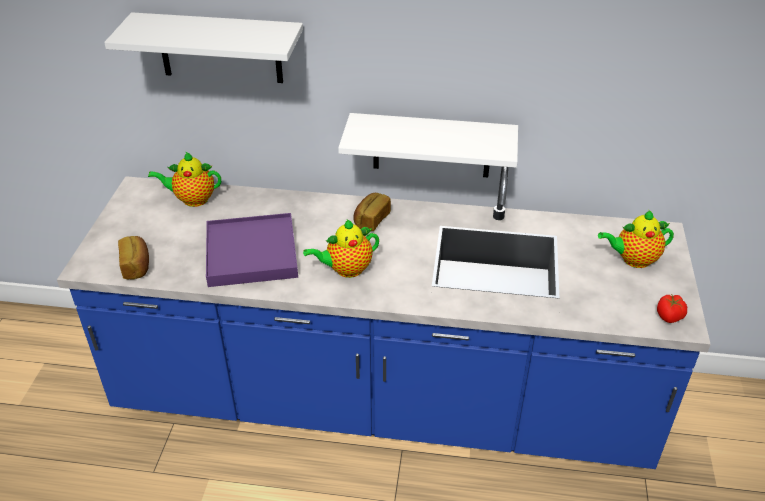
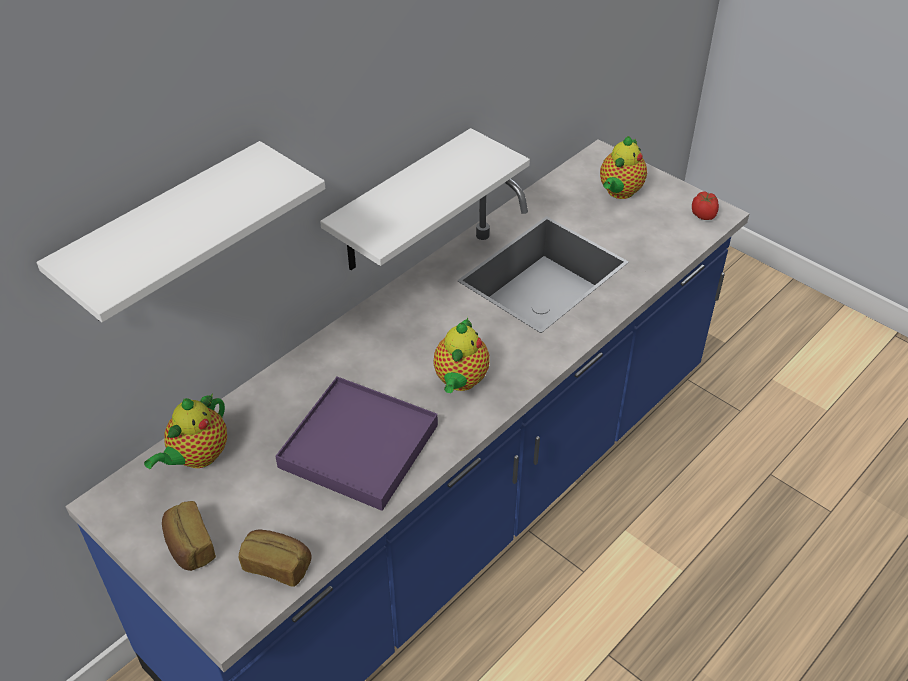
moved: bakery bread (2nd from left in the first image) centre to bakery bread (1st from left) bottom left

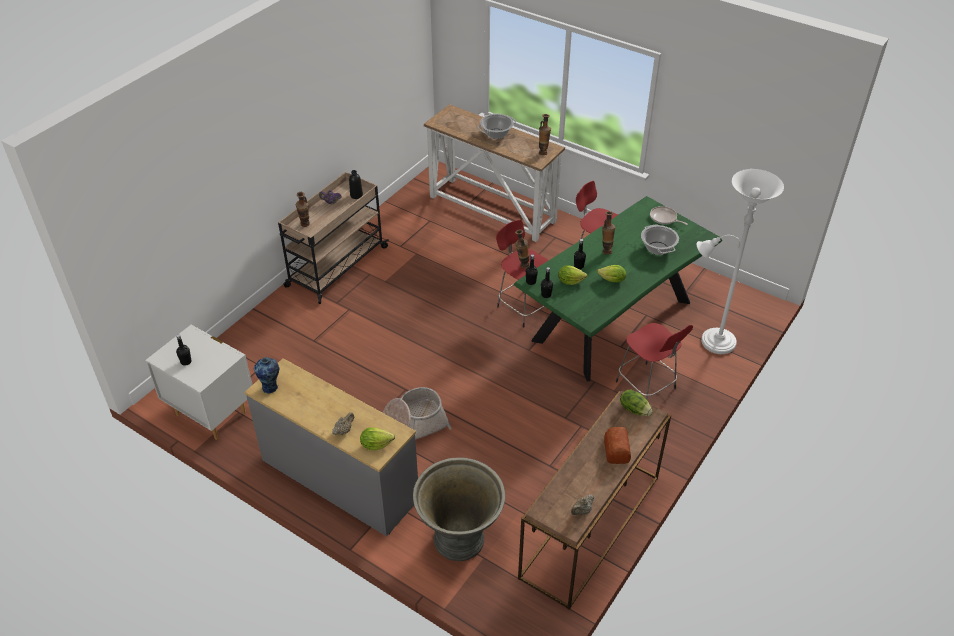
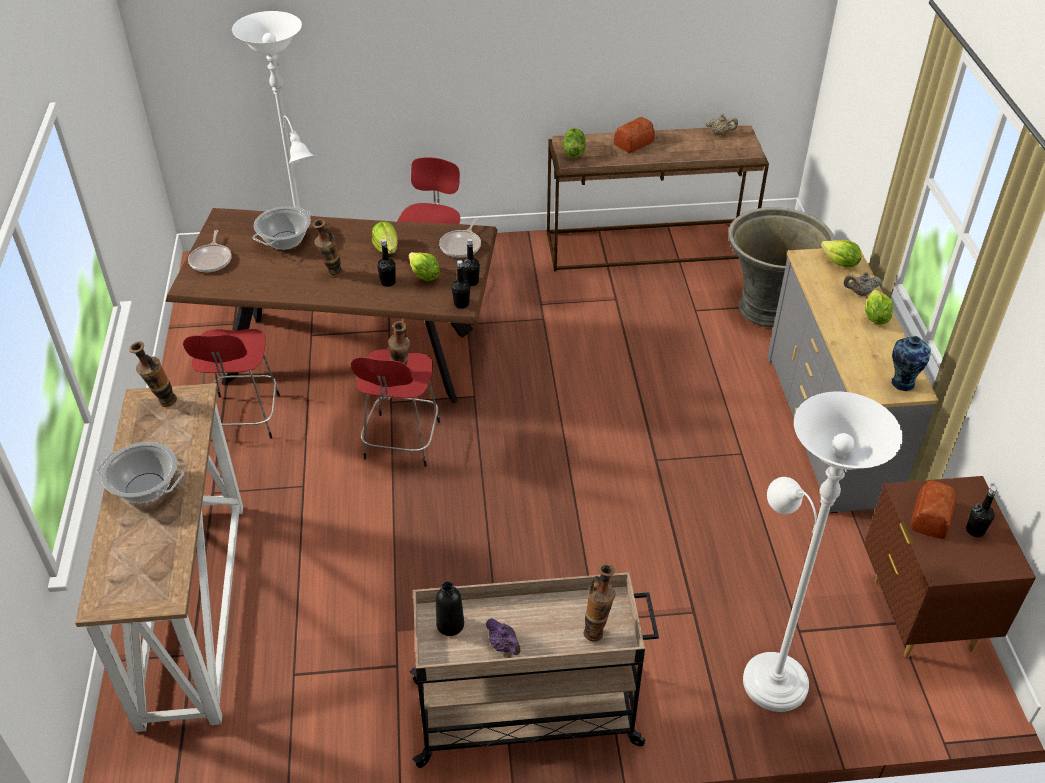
removed: storage basket centre
added: skillet (2nd from left) top centre; whitish standard lamp (2nd from left) bottom right; lettuce (5th from left) middle right; bakery bread (2nd from left) middle right
recoloured: green dining table centre to brown dining table middle left; whitish bedside table middle left to brown bedside table bottom right

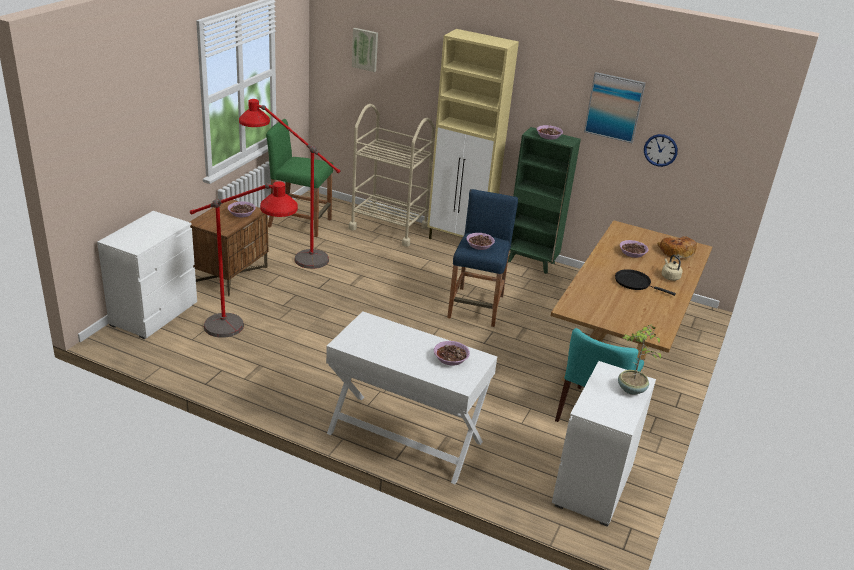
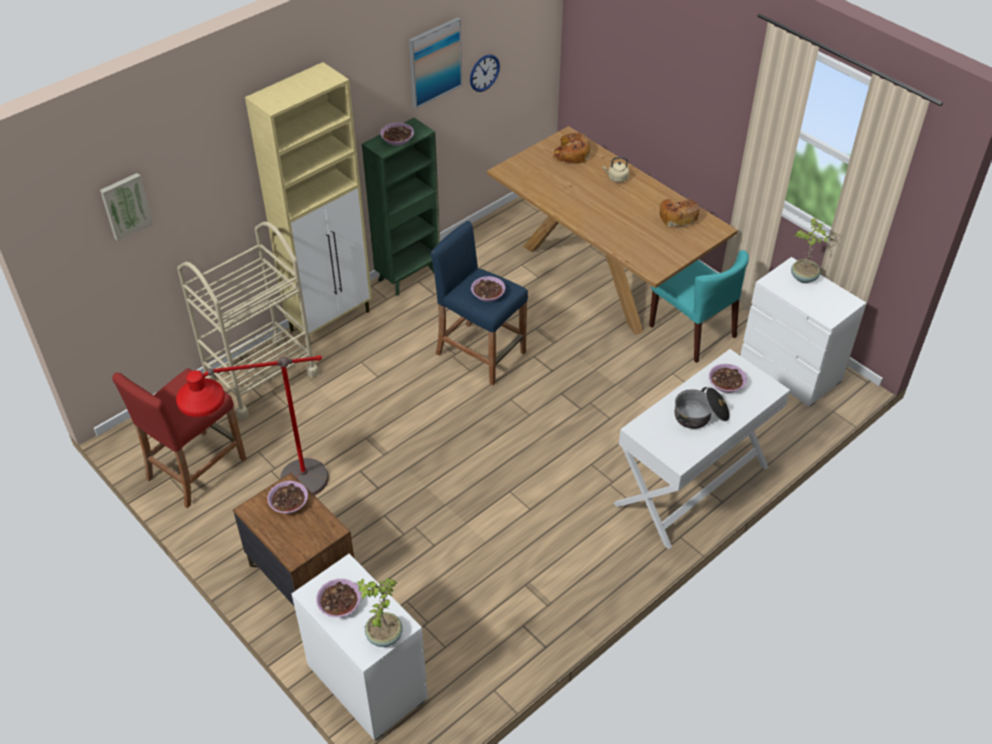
removed: red standard lamp (1st from left) middle left; black skillet middle right
added: plant in a pot (1st from left) bottom centre; bakery bread (2nd from left) top right; saucepot middle right
moved: serving bowl (5th from left in the first image) middle right to serving bowl (2nd from left) bottom centre
recoloured: green sitting stool top centre to red sitting stool middle left

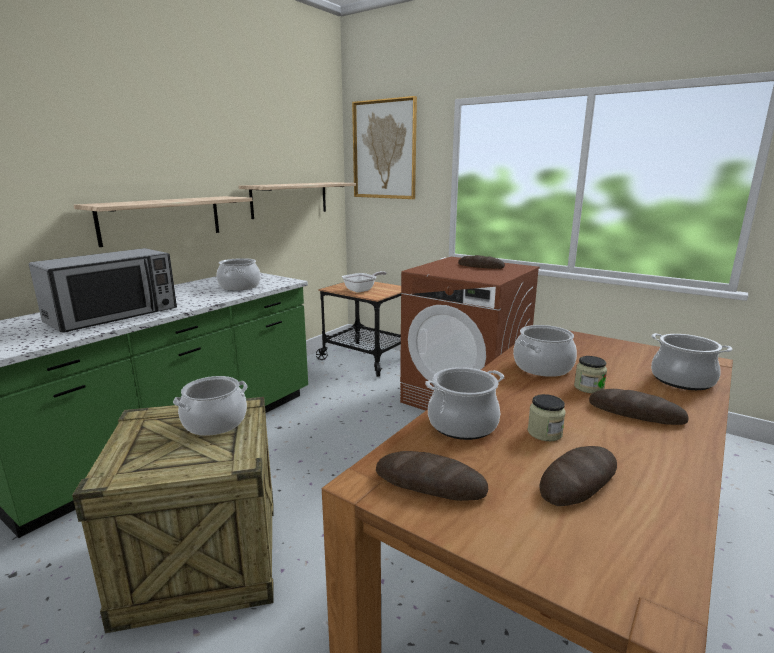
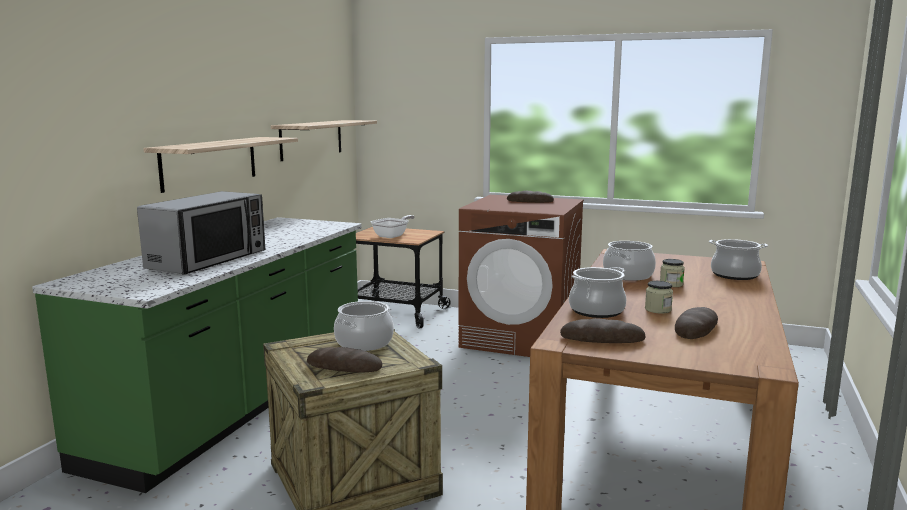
removed: saucepot (2nd from left) middle left; wall picture top centre
moved: bakery bread (4th from left in the first image) middle right to bakery bread (1st from left) bottom centre

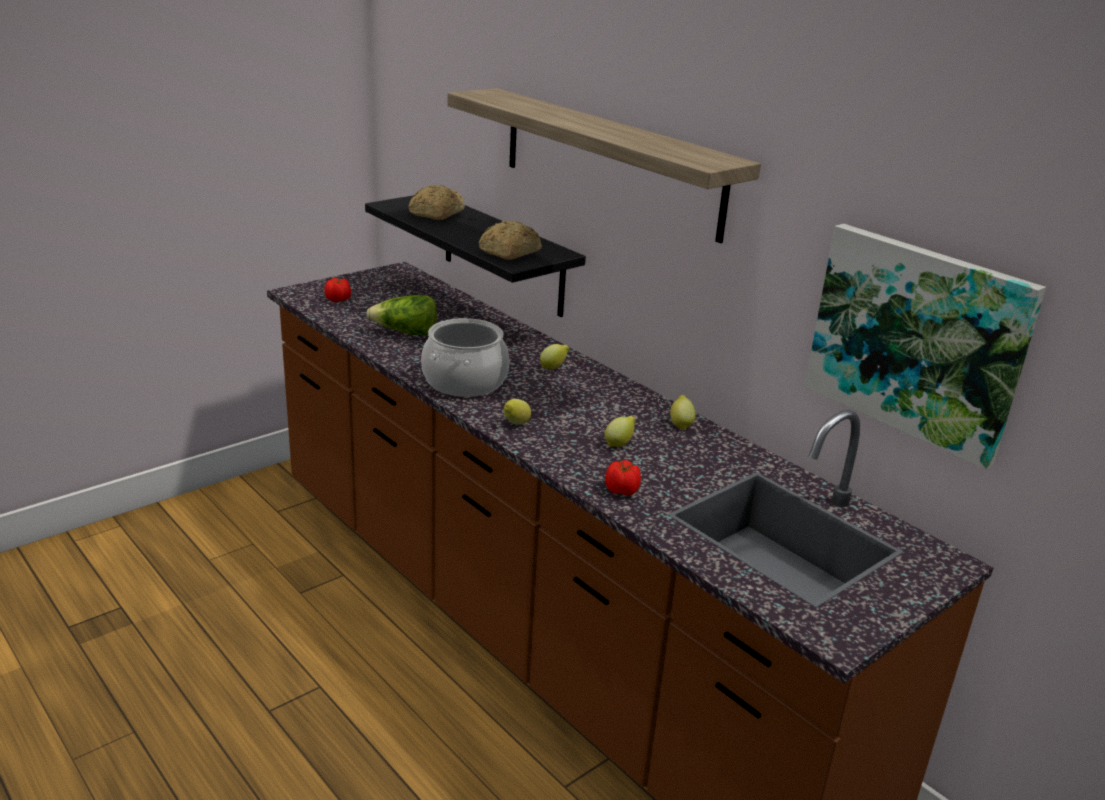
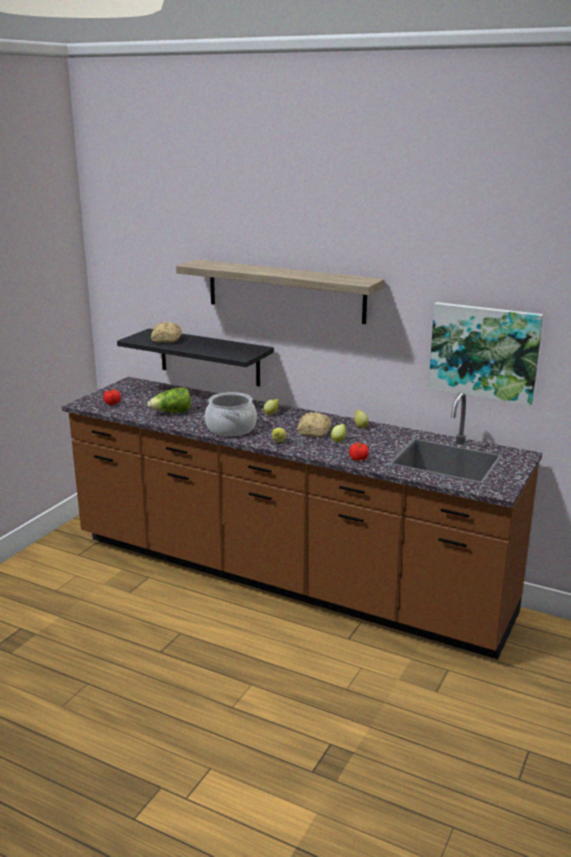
moved: bakery bread (2nd from left) top centre to centre

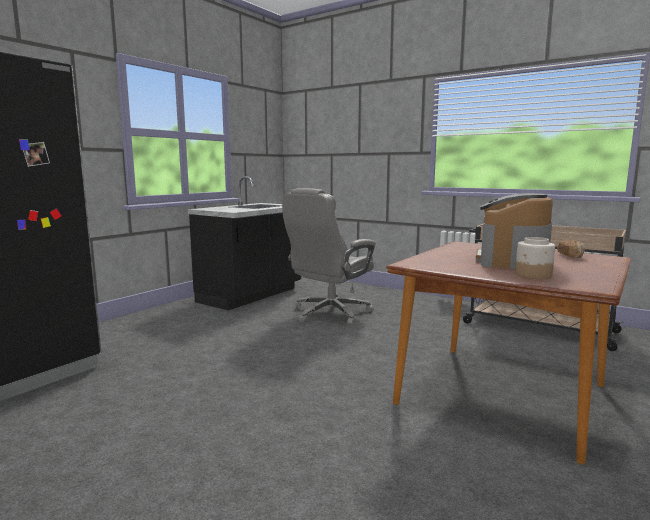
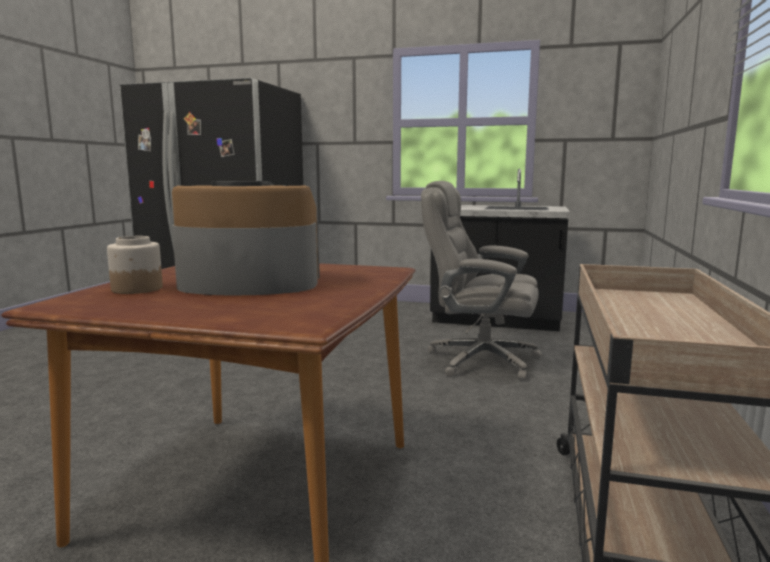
removed: bakery bread middle right

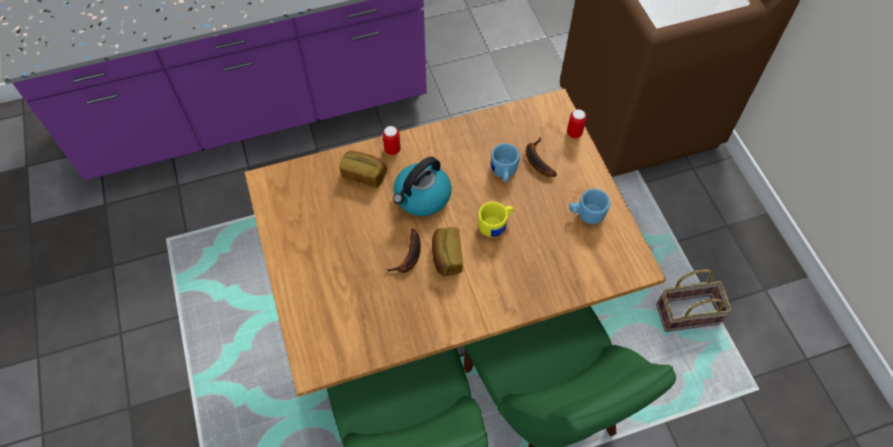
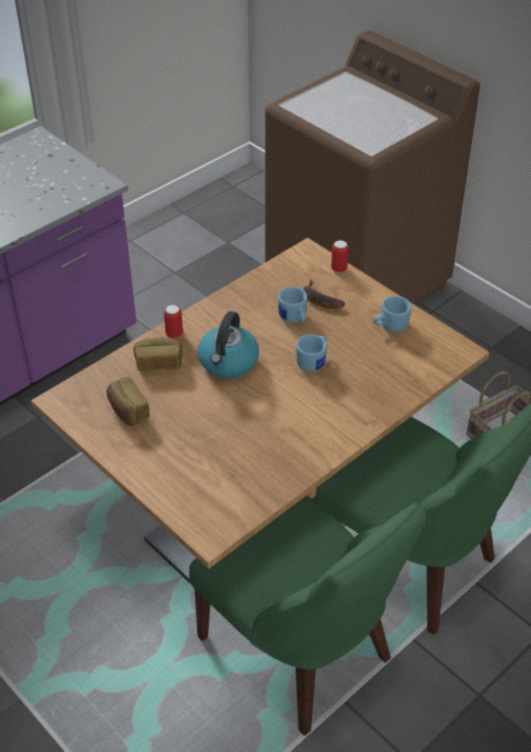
removed: banana fruit (1st from left) centre
moved: bakery bread (2nd from left in the first image) centre to bakery bread (1st from left) middle left
recoloured: yellow tea mug centre to bluish tea mug (2nd from left) centre

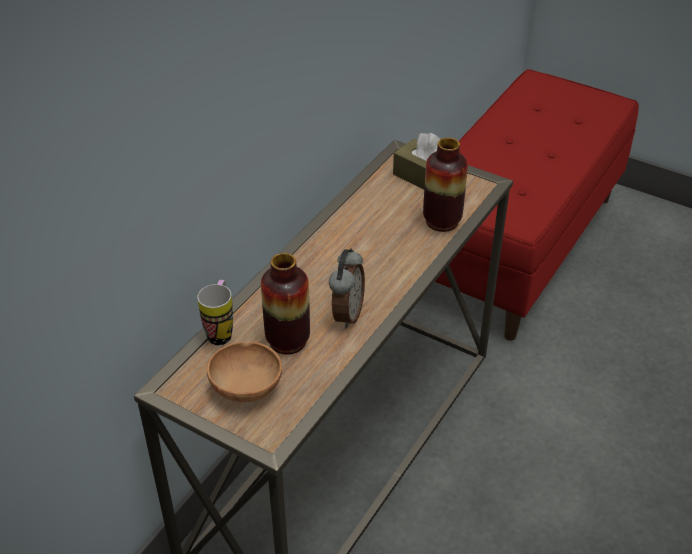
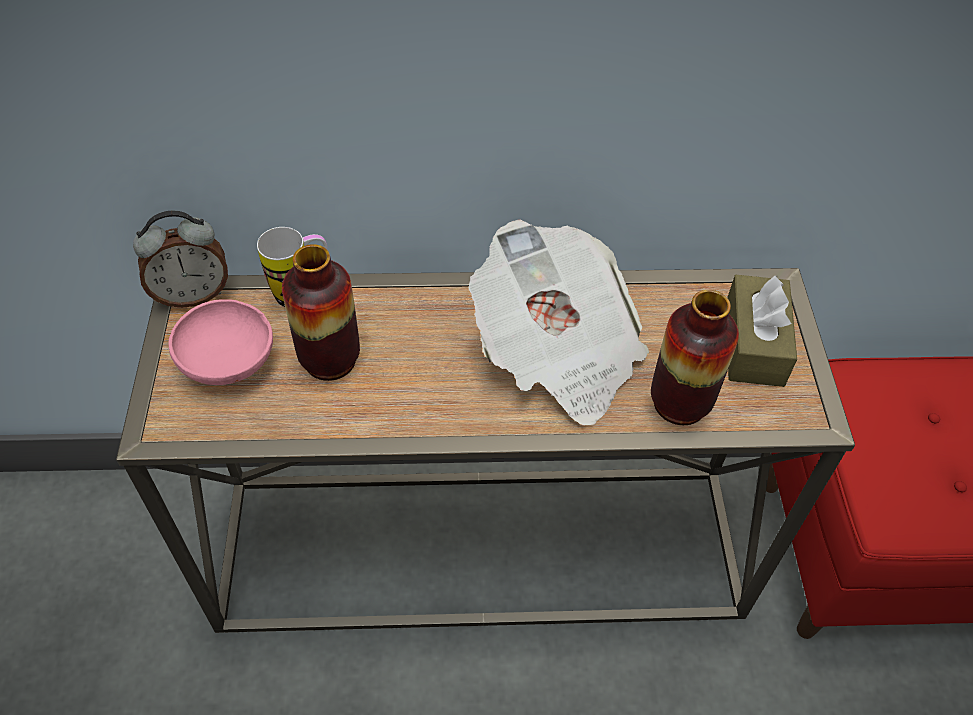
added: printed paper centre
moved: bedside clock centre to middle left
recoloured: brown serving bowl bottom centre to pink serving bowl middle left

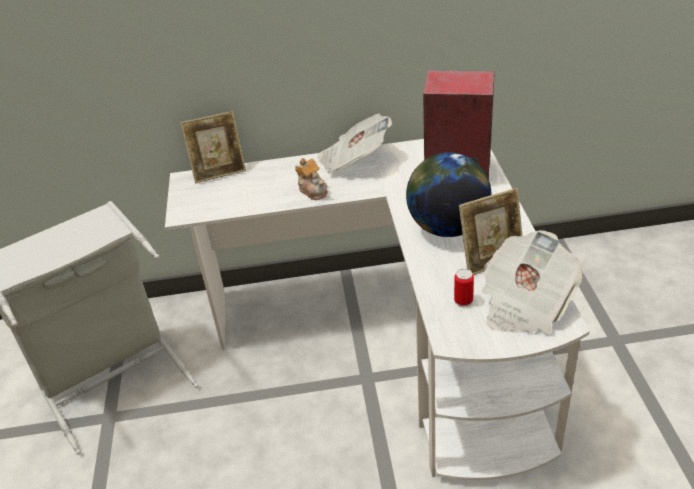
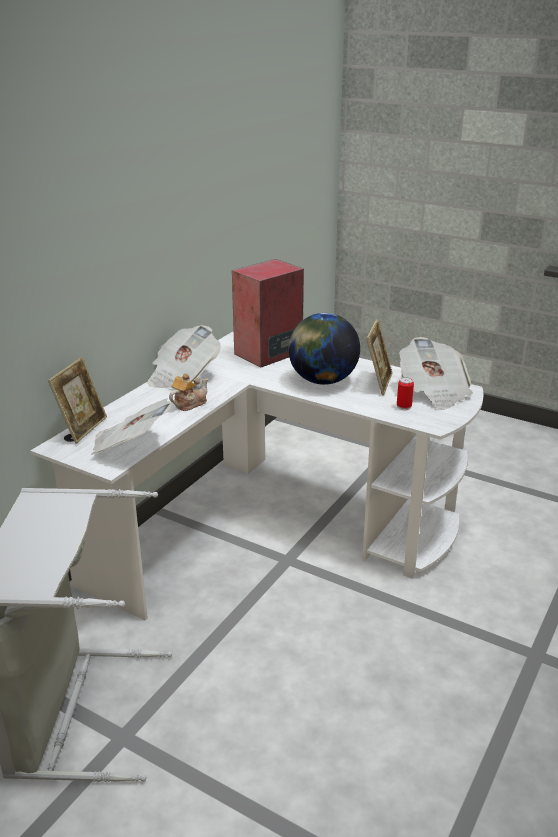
added: printed paper (1st from left) middle left
turned: tea pot centre = centre 45 degrees counterclockwise

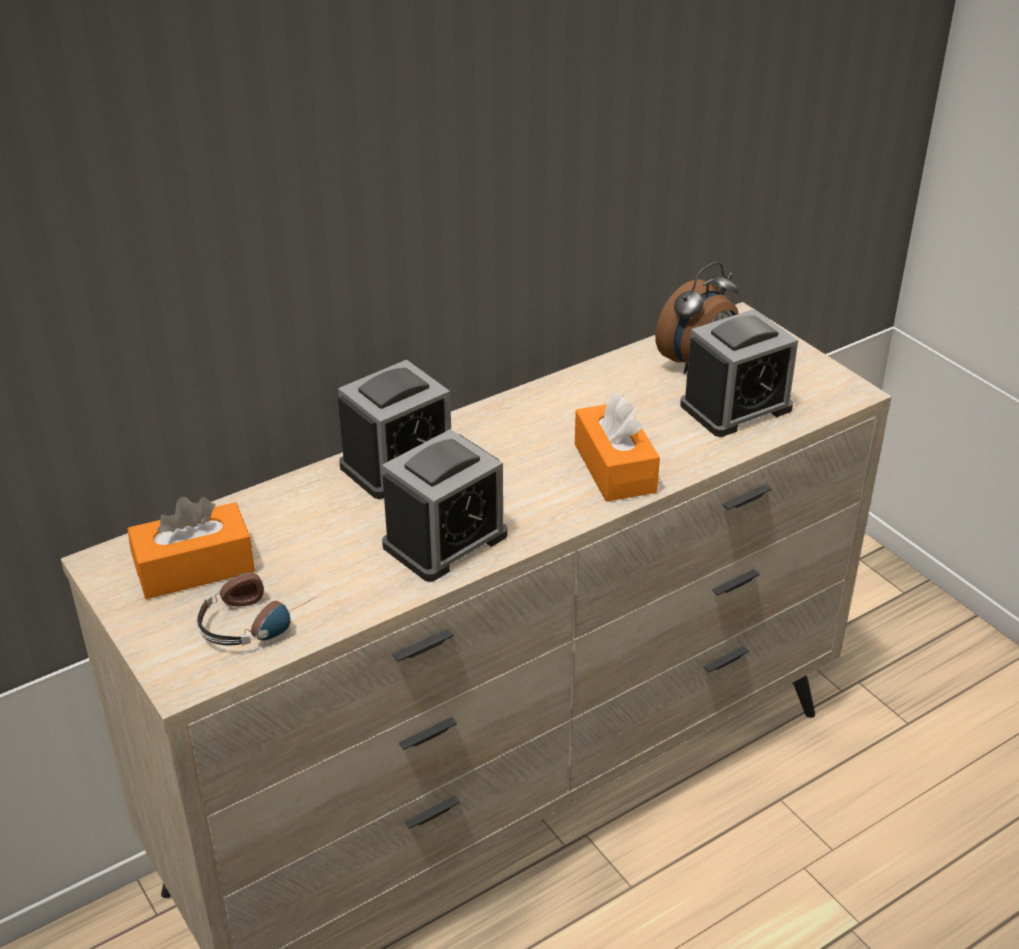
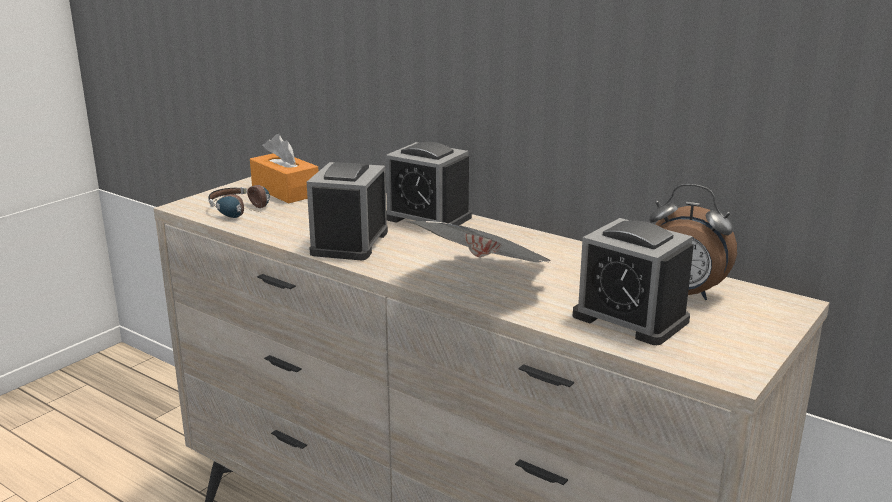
replaced: orange tissue holder (2nd from left) centre to printed paper centre
turned: bedside clock (2nd from left in the first image) centre = centre 75 degrees clockwise

